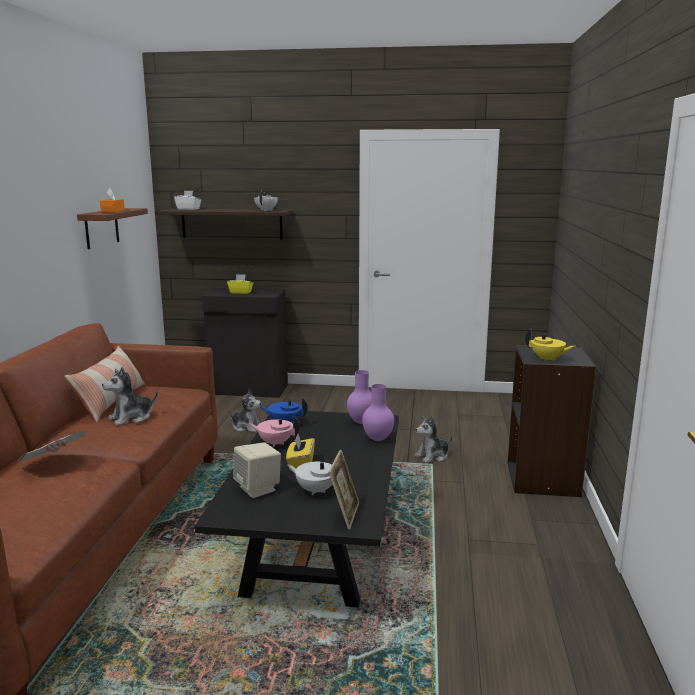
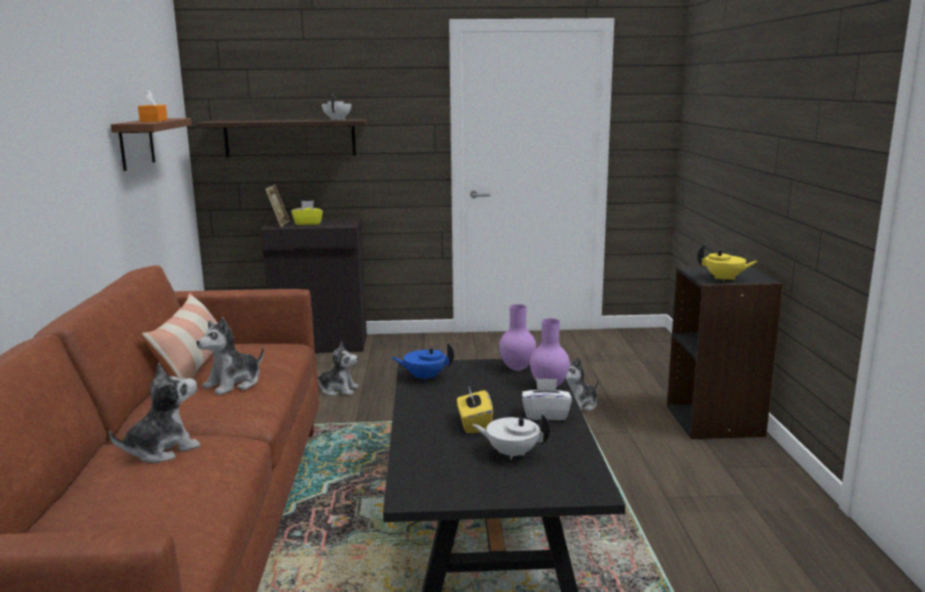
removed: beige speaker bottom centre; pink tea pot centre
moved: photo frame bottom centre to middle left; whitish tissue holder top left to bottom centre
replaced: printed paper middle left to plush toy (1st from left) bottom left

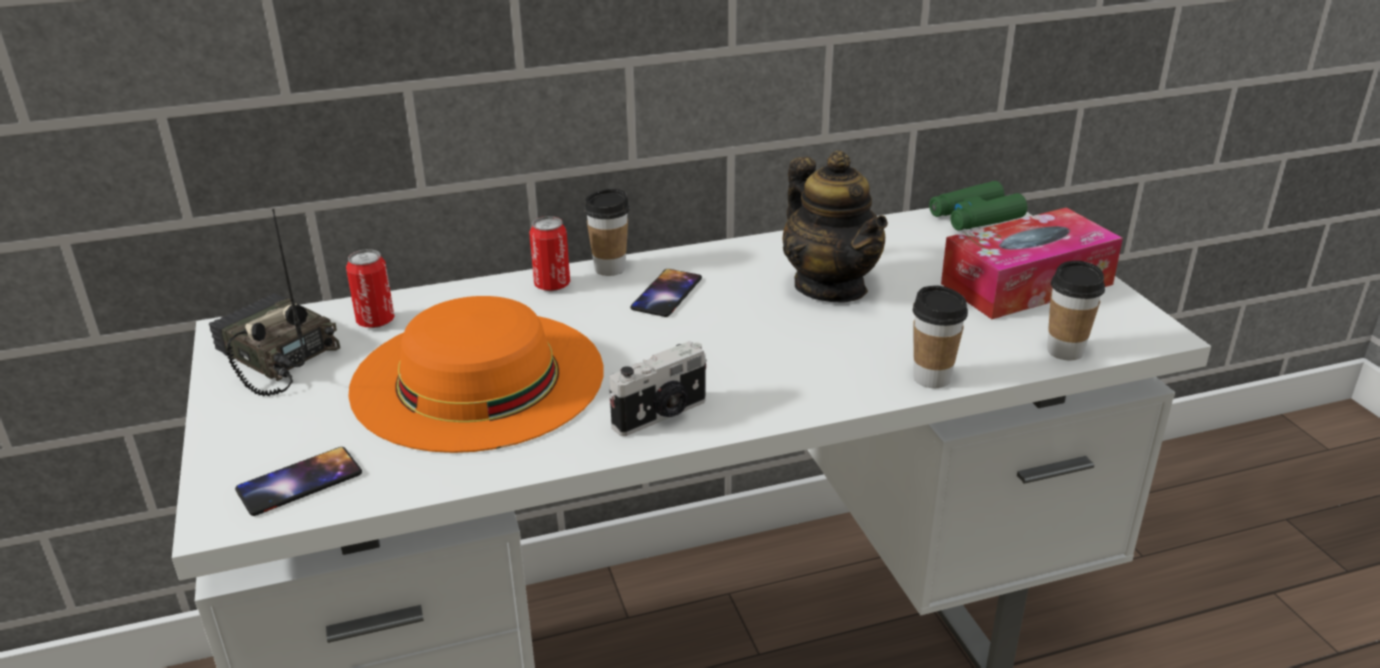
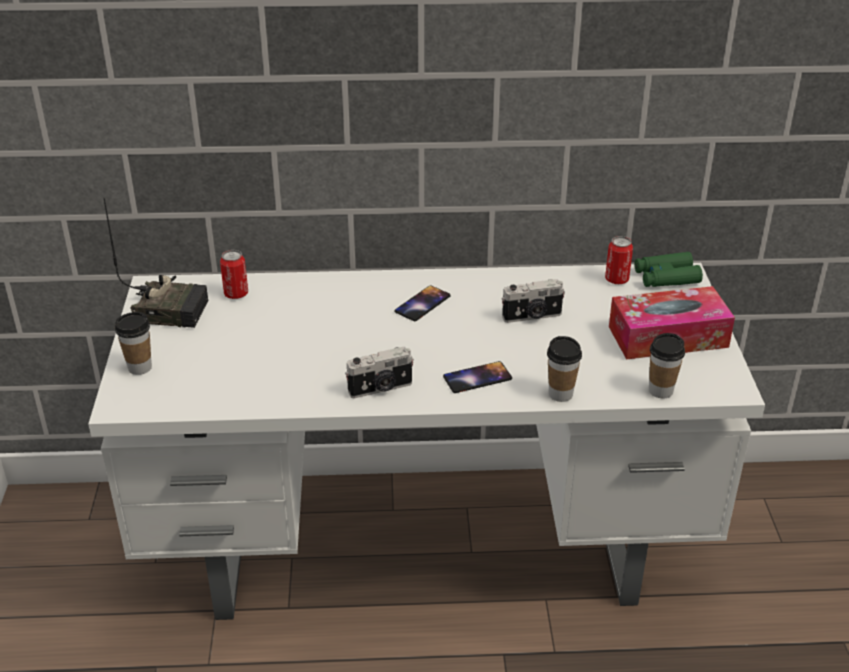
removed: orange clothing hat centre
moved: small cup (1st from left) centre to middle left; handset (1st from left in the first image) bottom left to handset (2nd from left) centre; metal can (2nd from left) centre to middle right
replaced: tea pot centre to still camera (2nd from left) centre
turned: radio receiver middle left = middle left 135 degrees clockwise

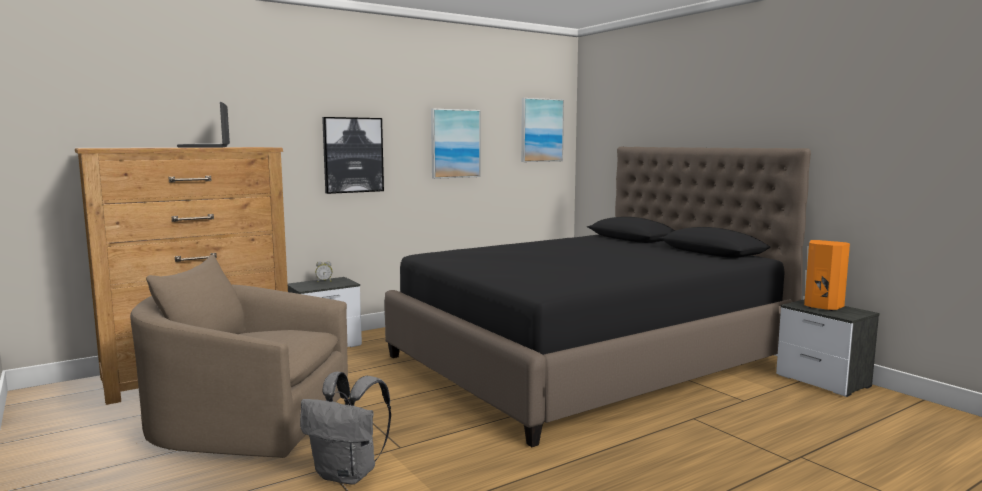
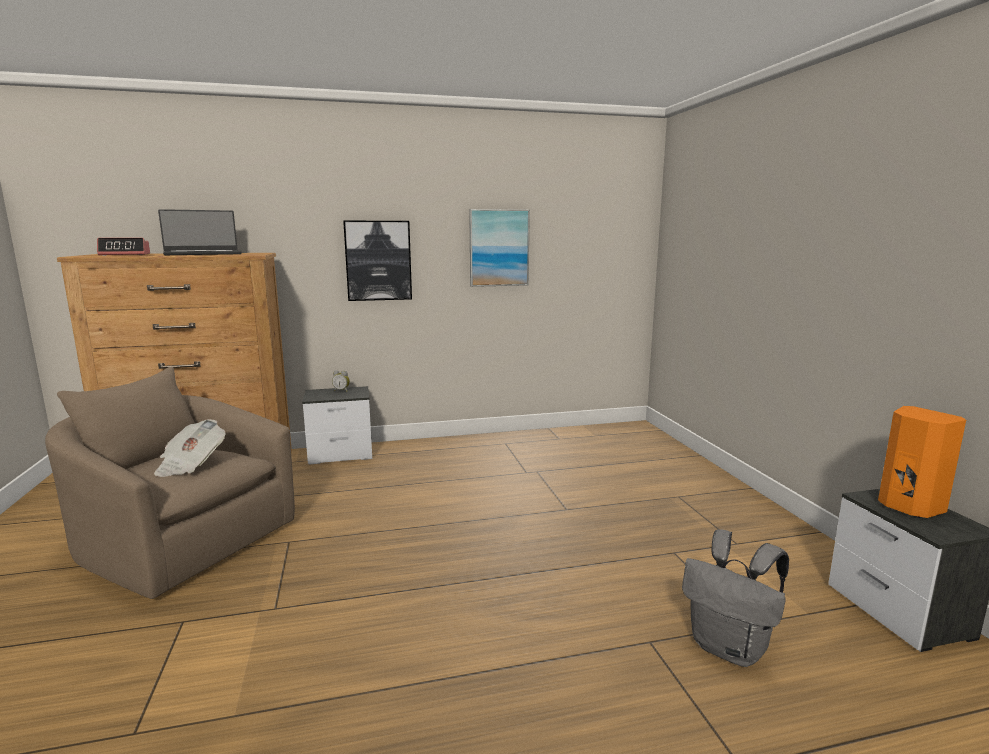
removed: black sleeping bed centre; wall picture (3rd from left) top centre
added: bedside clock (1st from left) top left; printed paper middle left
moved: greyish backpack bottom centre to bottom right
turned: portable computer top left = top left 120 degrees counterclockwise

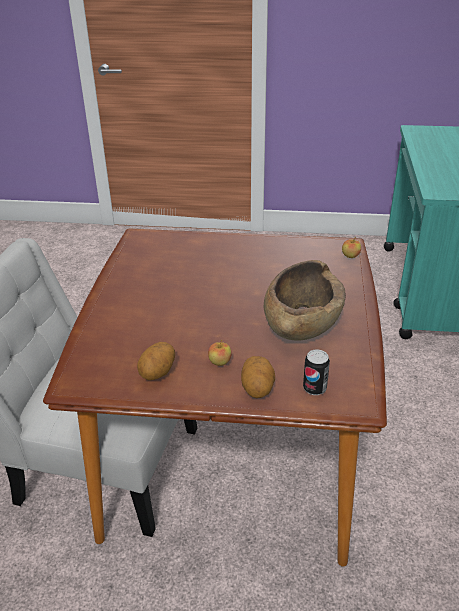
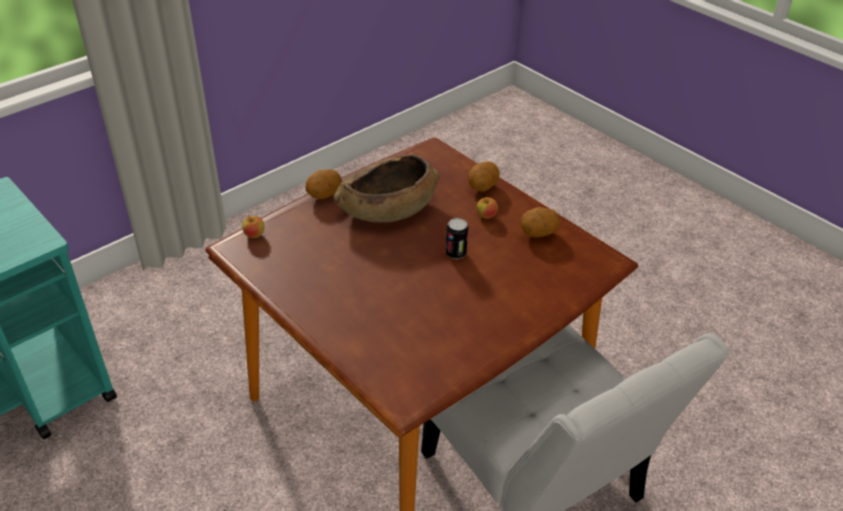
added: whole potato (1st from left) centre
moved: metal can middle right to centre

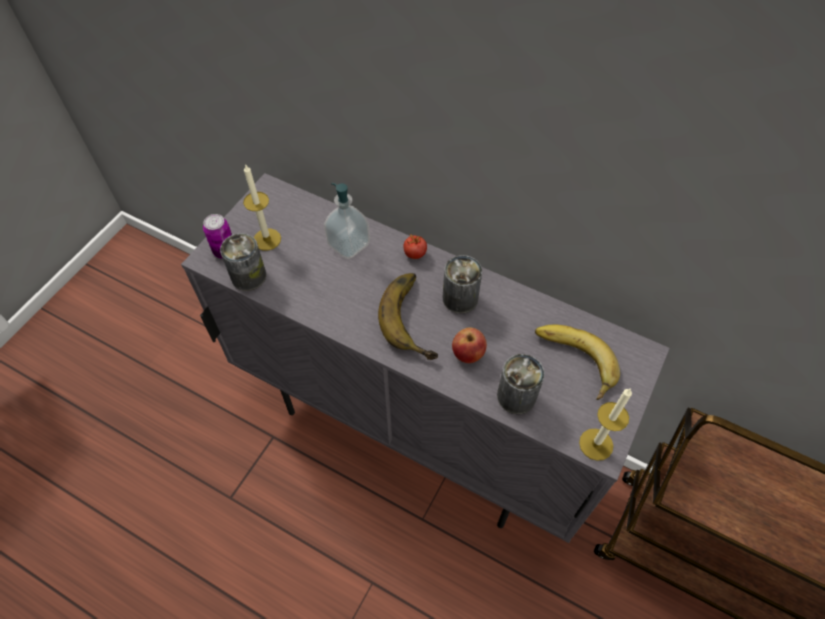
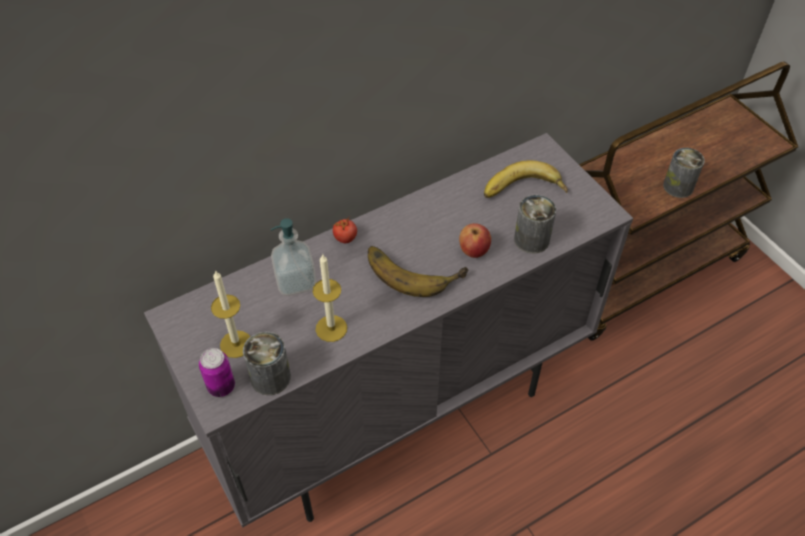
moved: candle (2nd from left) bottom right to centre; metal can (3rd from left in the first image) centre to metal can (4th from left) top right

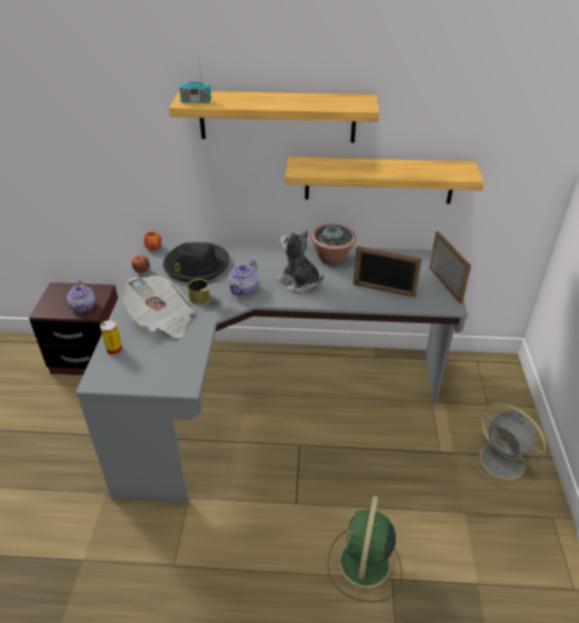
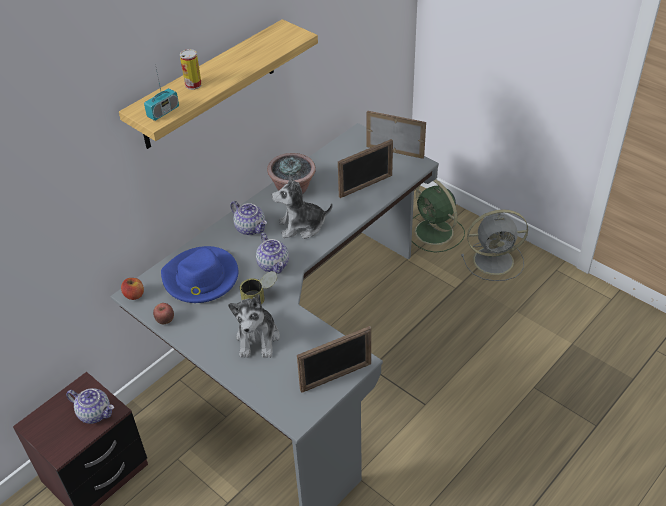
removed: wall shelf (2nd from left) top centre
added: tea pot (2nd from left) centre; photo frame (1st from left) bottom centre
moved: metal can (1st from left) middle left to top left; green cooling fan bottom centre to centre
replaced: printed paper middle left to plush toy (1st from left) centre
recoloured: black clothing hat centre to bluish clothing hat middle left

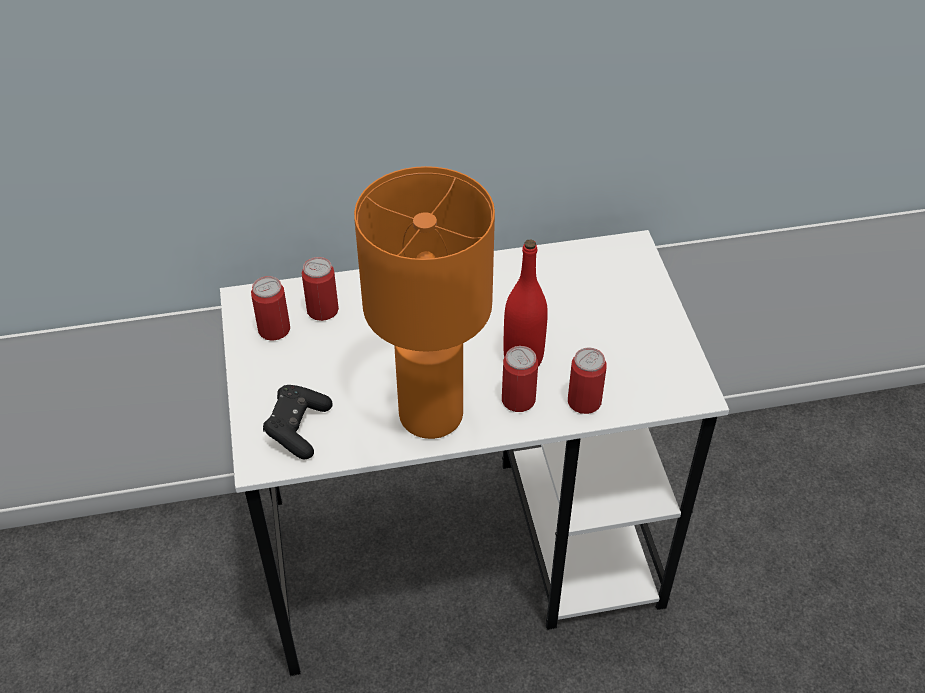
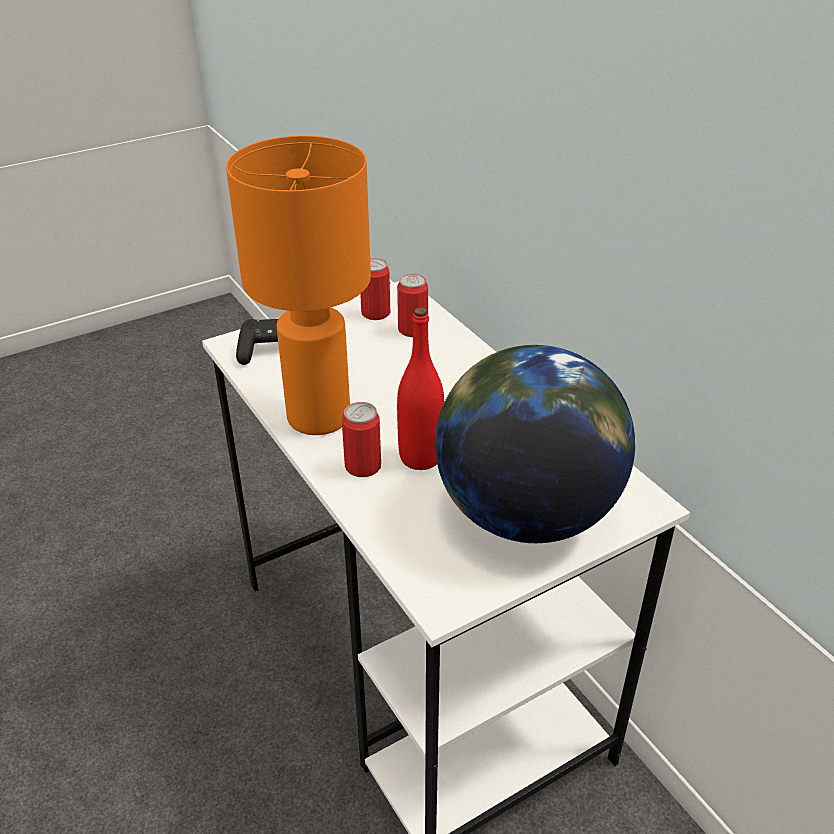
removed: metal can (4th from left) centre
added: world globe centre

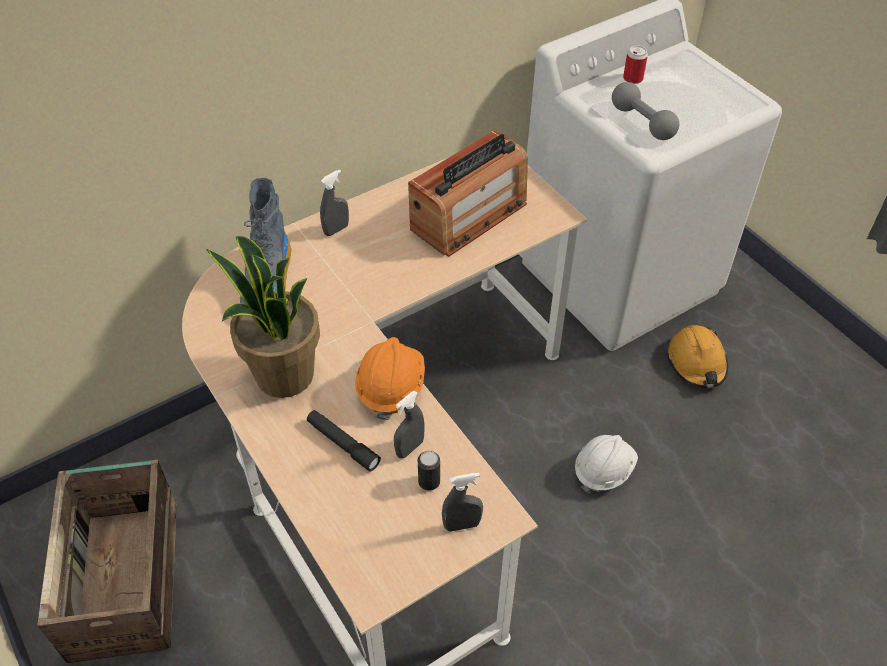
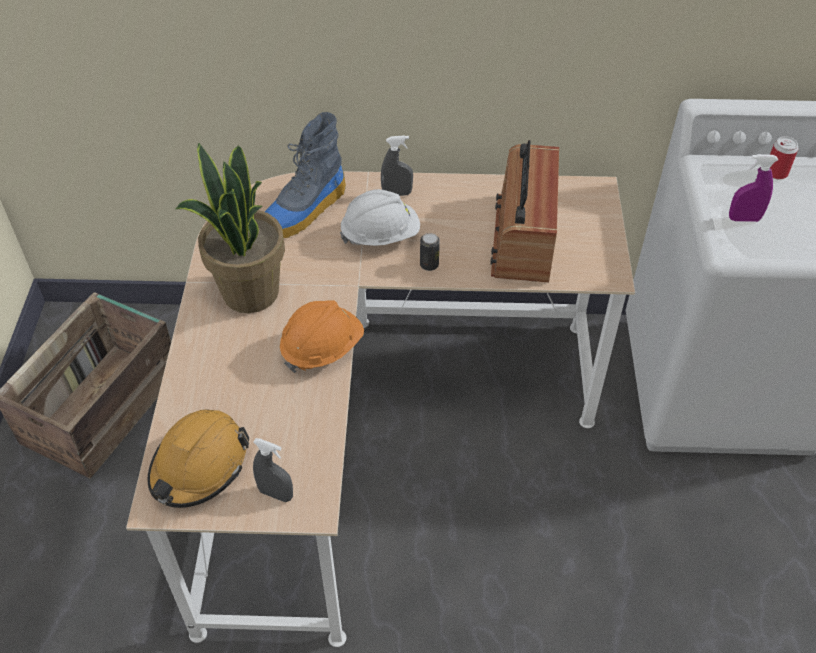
removed: black torch centre; greyish spray bottle (2nd from left) centre
moved: orange safety helmet (2nd from left in the first image) middle right to orange safety helmet (1st from left) bottom left; whitish safety helmet bottom right to top centre; metal can (1st from left) bottom centre to centre
replaced: greyish dumbbell top right to purple spray bottle top right
turned: radio receiver top centre = top centre 105 degrees clockwise

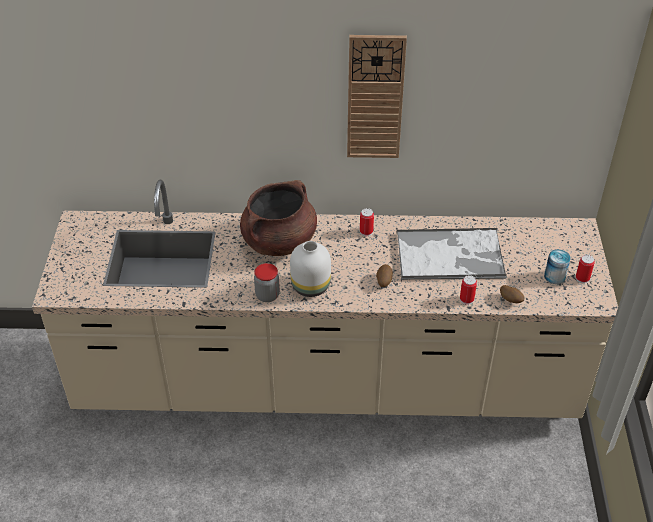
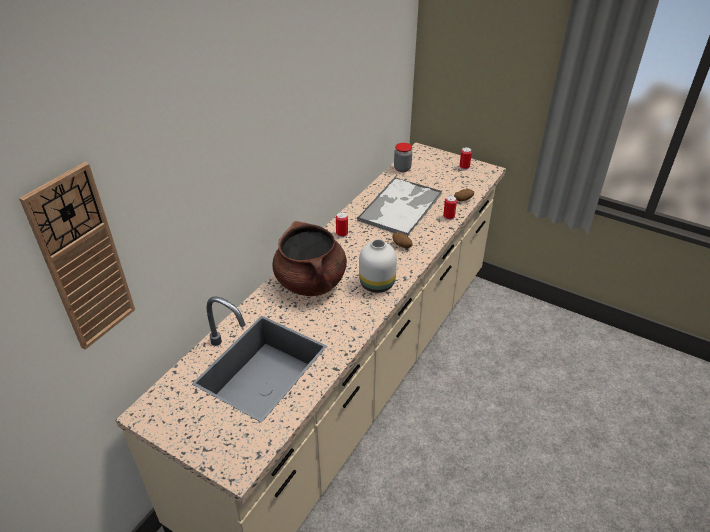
removed: metal can (3rd from left) middle right
moved: wall clock top centre to middle left; jar centre to top centre

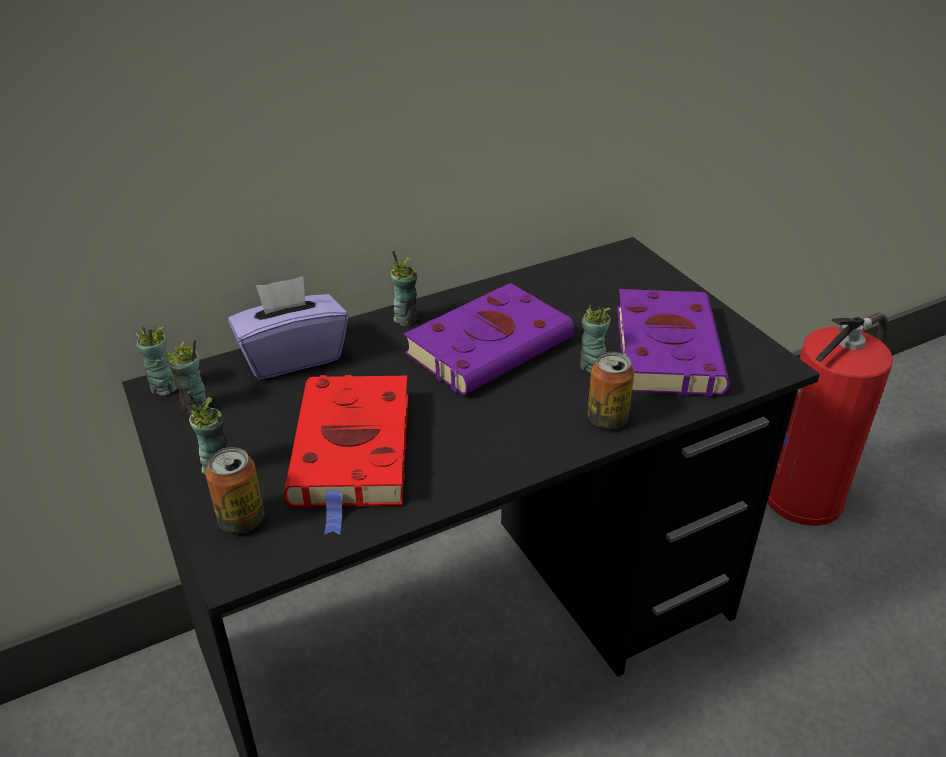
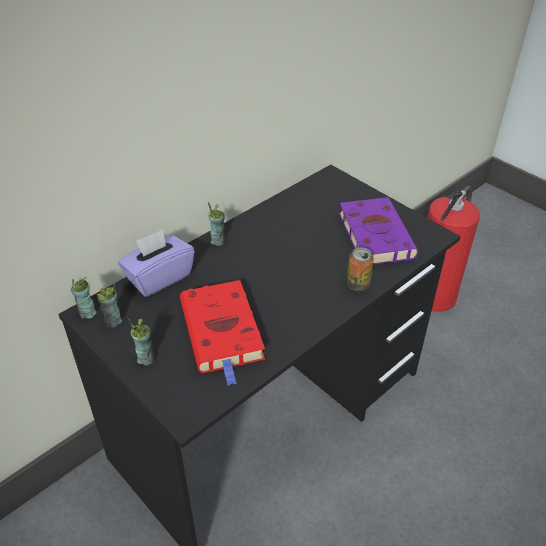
removed: metal can (1st from left) middle left; purple volume (1st from left) centre; small cup (5th from left) centre

